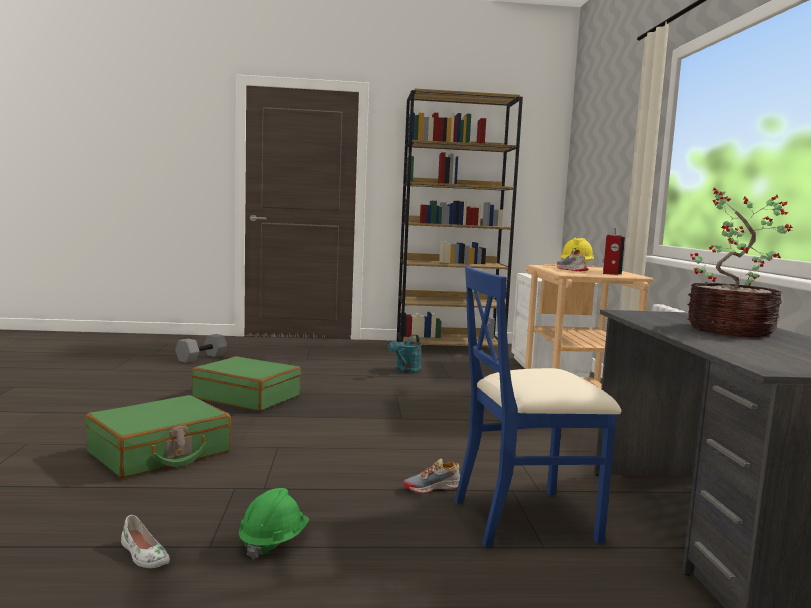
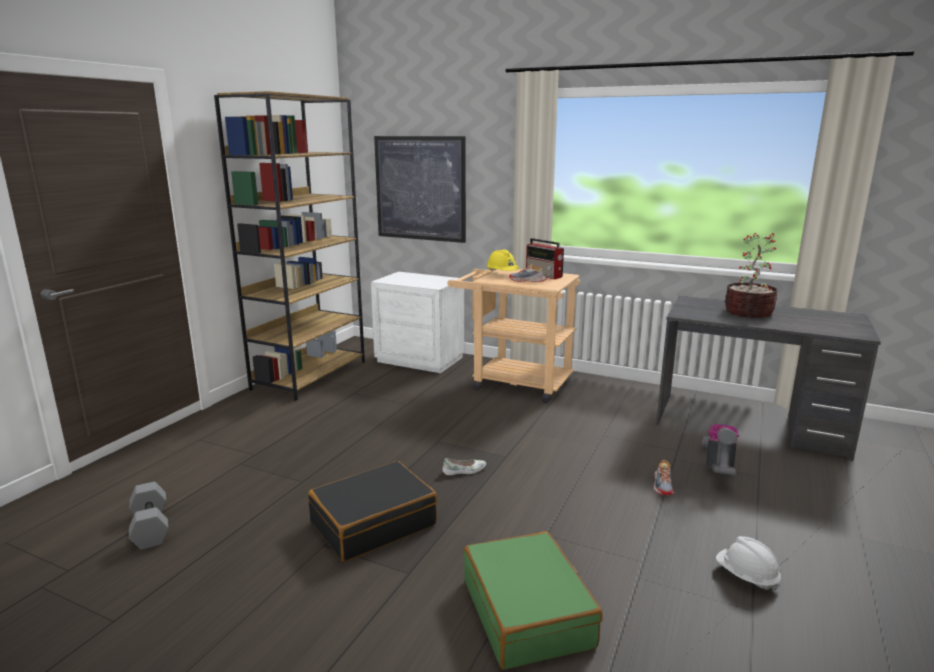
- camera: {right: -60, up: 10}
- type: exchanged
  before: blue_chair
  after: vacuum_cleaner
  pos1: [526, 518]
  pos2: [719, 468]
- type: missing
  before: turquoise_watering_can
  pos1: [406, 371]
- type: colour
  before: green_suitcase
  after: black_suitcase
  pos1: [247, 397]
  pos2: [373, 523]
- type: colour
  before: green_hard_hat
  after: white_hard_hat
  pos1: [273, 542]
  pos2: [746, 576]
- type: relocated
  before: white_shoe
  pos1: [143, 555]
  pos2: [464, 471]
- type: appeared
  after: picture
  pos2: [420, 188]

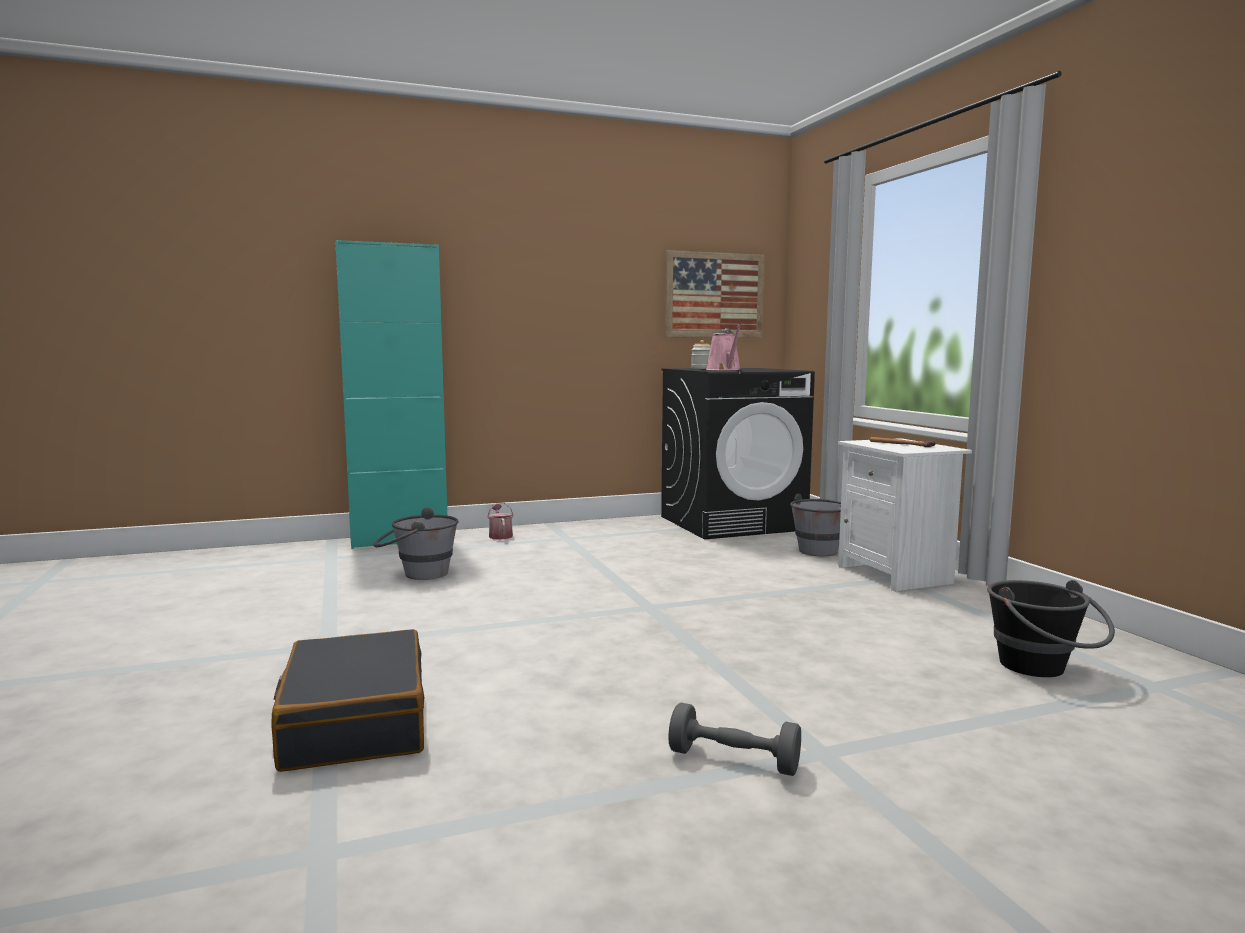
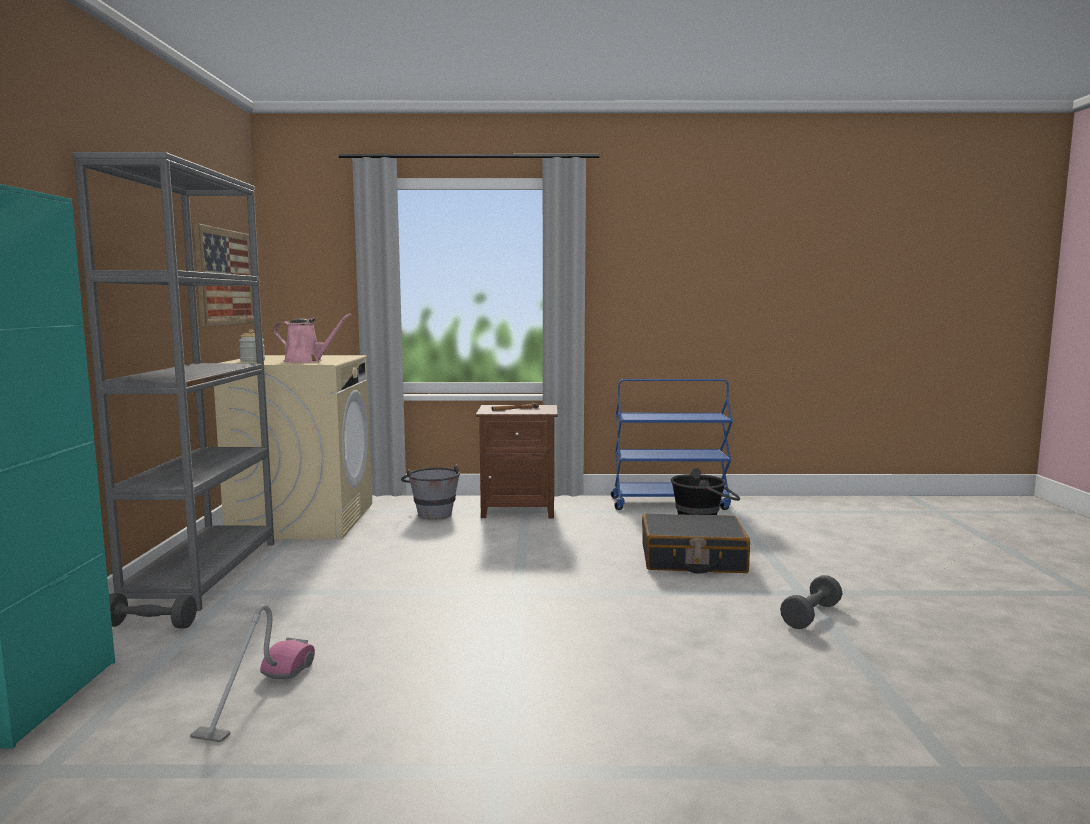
- camera: {right: -70, up: 0}
- type: colour
  before: black_washing_machine
  after: beige_washing_machine
  pos1: [732, 523]
  pos2: [303, 520]
- type: colour
  before: white_nightstand
  after: brown_nightstand
  pos1: [896, 575]
  pos2: [518, 509]
- type: exchanged
  before: watering_can
  after: grey_dumbbell
  pos1: [500, 535]
  pos2: [150, 625]
- type: exchanged
  before: grey_bucket
  after: vacuum_cleaner
  pos1: [417, 574]
  pos2: [258, 696]
- type: relocated
  before: black_suitcase
  pos1: [354, 722]
  pos2: [692, 559]
- type: appeared
  after: grey_bookcase
  pos2: [204, 573]
- type: appeared
  after: blue_cart
  pos2: [670, 503]

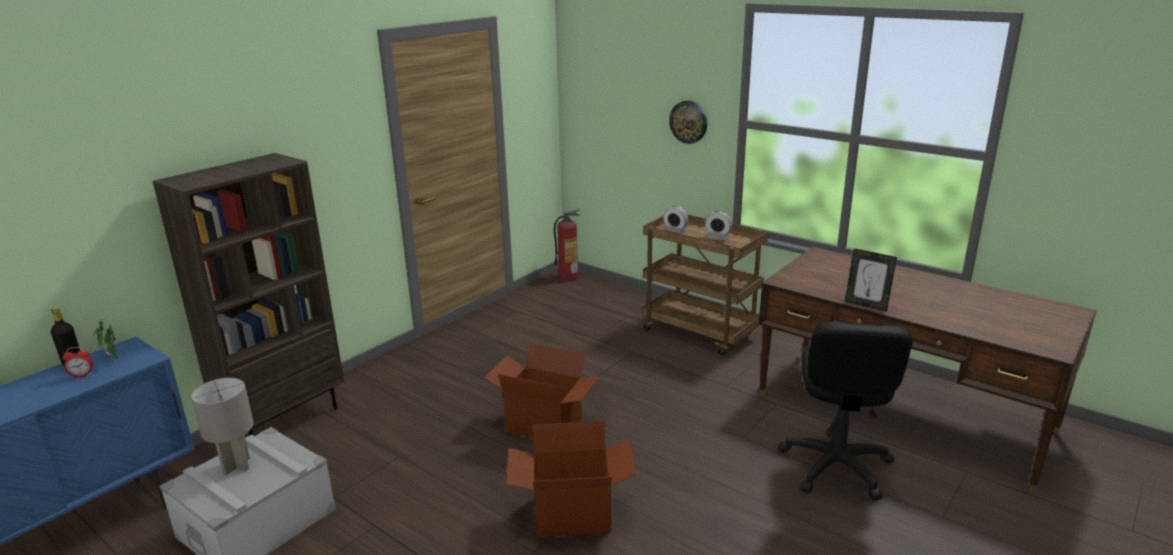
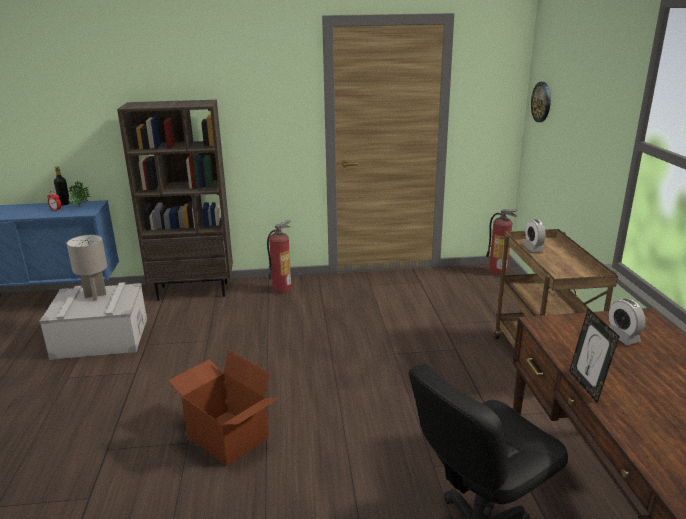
- camera: {right: 45, up: 0}
- type: relocated
  before: wall_clock
  pos1: [688, 122]
  pos2: [541, 102]
- type: relocated
  before: alarm_clock
  pos1: [717, 238]
  pos2: [622, 337]
- type: missing
  before: cardboard_box
  pos1: [545, 423]
- type: appeared
  after: fire_extinguisher
  pos2: [282, 290]

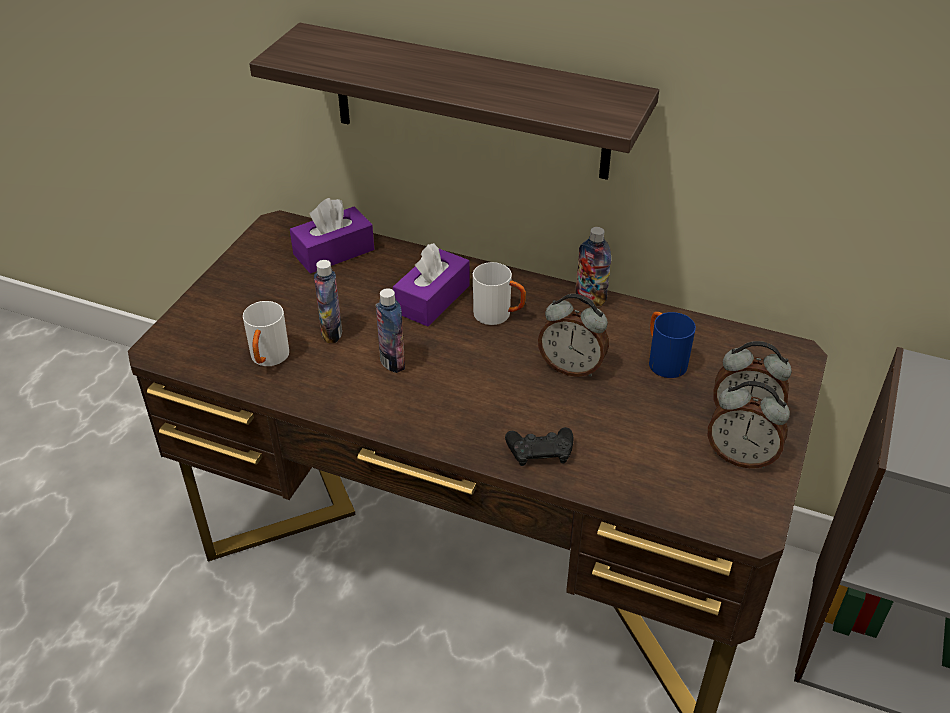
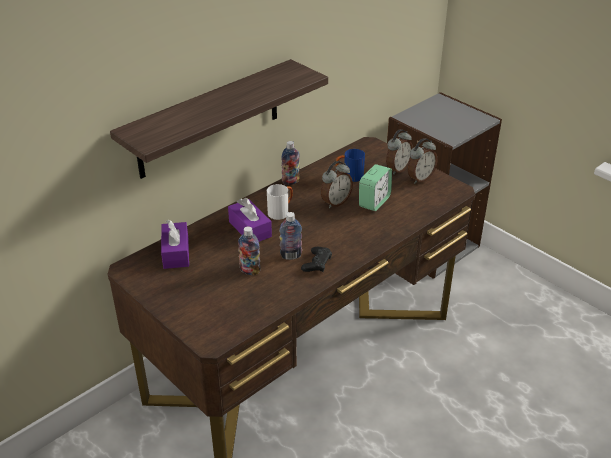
- camera: {right: -65, up: -5}
- type: missing
  before: white_mug
  pos1: [268, 360]
- type: relocated
  before: black_game_controller
  pos1: [540, 451]
  pos2: [317, 263]
- type: appeared
  after: alarm_clock
  pos2: [374, 202]

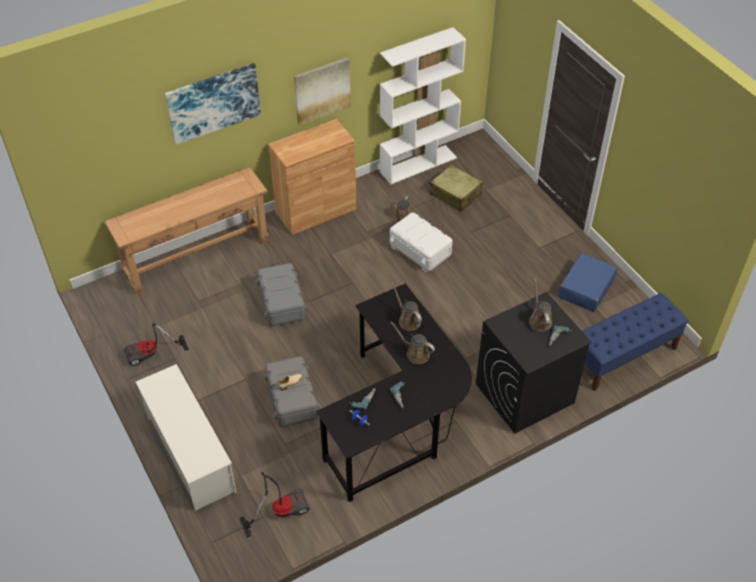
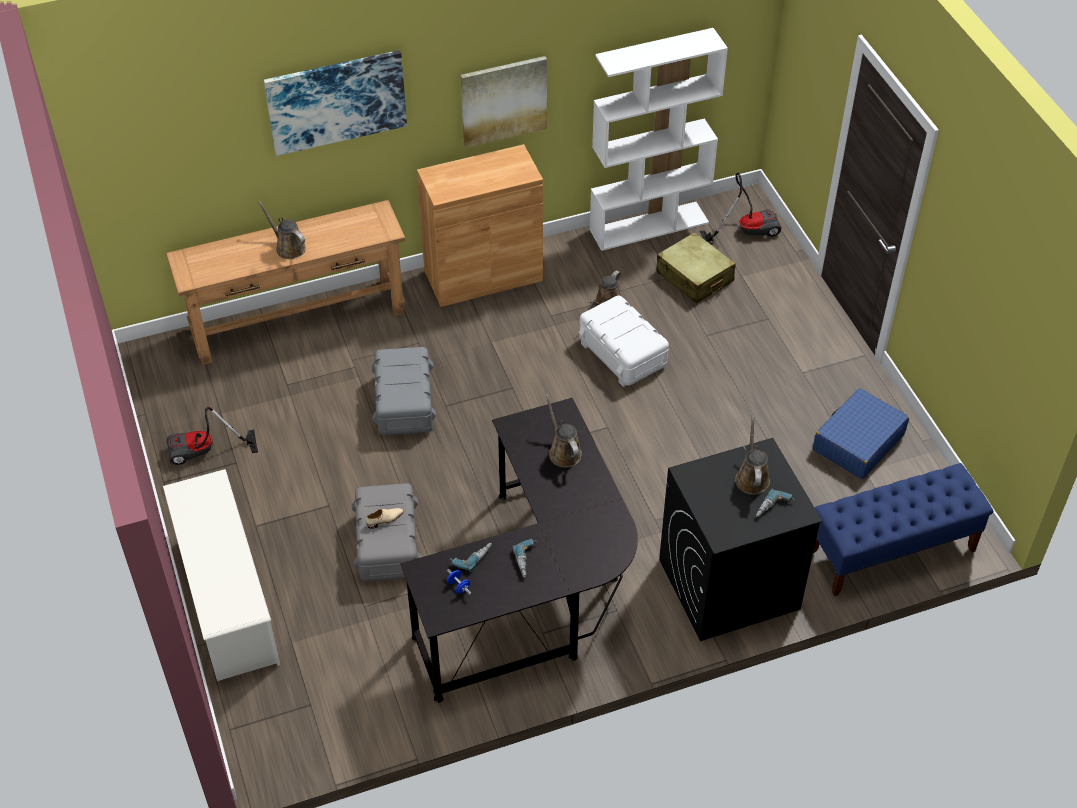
- camera: {right: 10, up: 0}
- type: relocated
  before: brown_watering_can
  pos1: [415, 353]
  pos2: [288, 247]
- type: relocated
  before: vacuum_cleaner
  pos1: [280, 510]
  pos2: [746, 230]

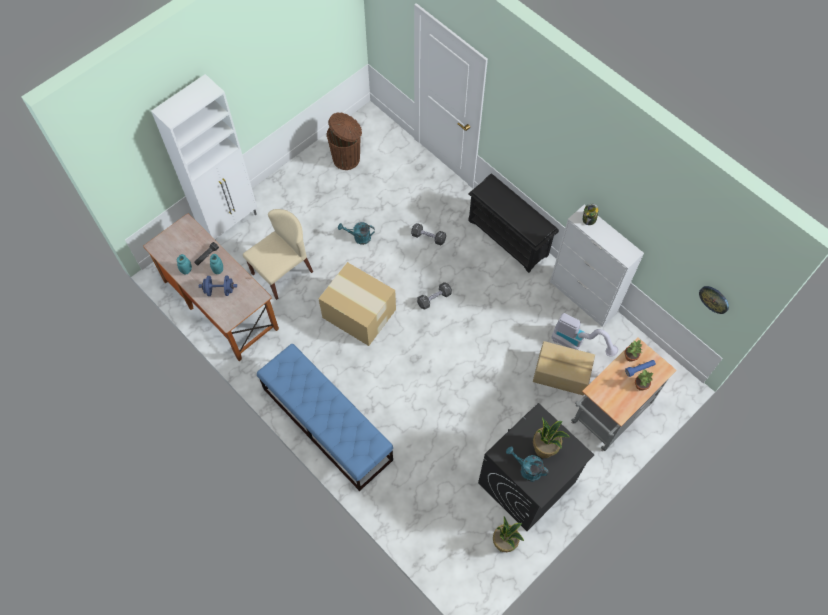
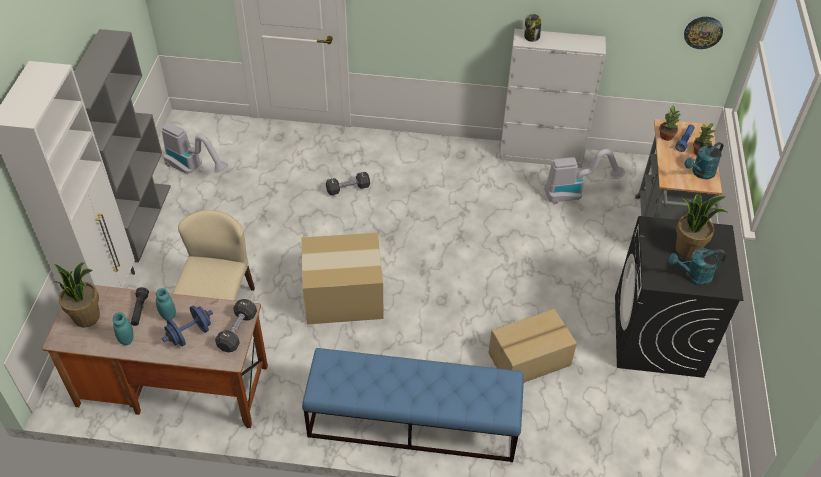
- camera: {right: -40, up: -15}
- type: exchanged
  before: brown_trash_can
  after: vacuum_cleaner
  pos1: [347, 158]
  pos2: [194, 168]
- type: missing
  before: black_shoe_rack
  pos1: [509, 238]
- type: relocated
  before: turquoise_watering_can
  pos1: [359, 237]
  pos2: [700, 173]
- type: relocated
  before: black_dumbbell
  pos1: [434, 298]
  pos2: [237, 331]
- type: relocated
  before: cardboard_box
  pos1: [561, 374]
  pos2: [530, 360]
- type: relocated
  before: potted_plant
  pos1: [504, 542]
  pos2: [87, 317]
- type: appeared
  after: grey_bookcase
  pos2: [140, 221]

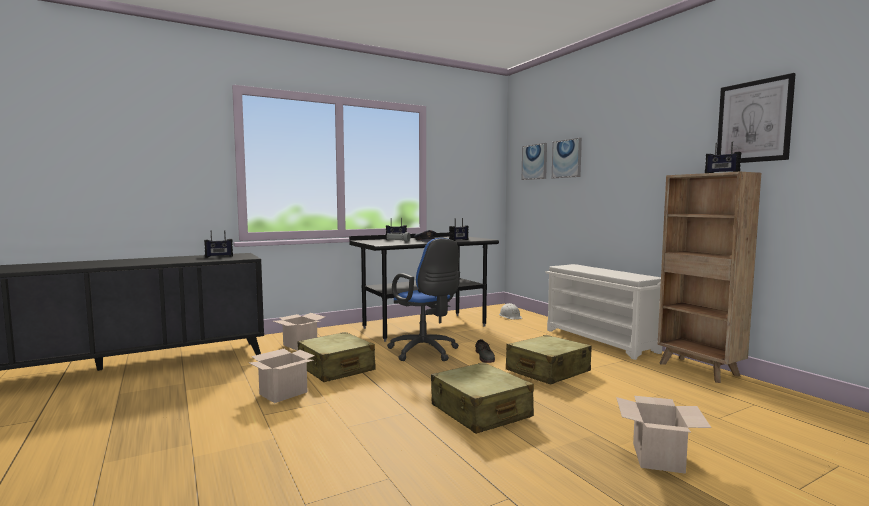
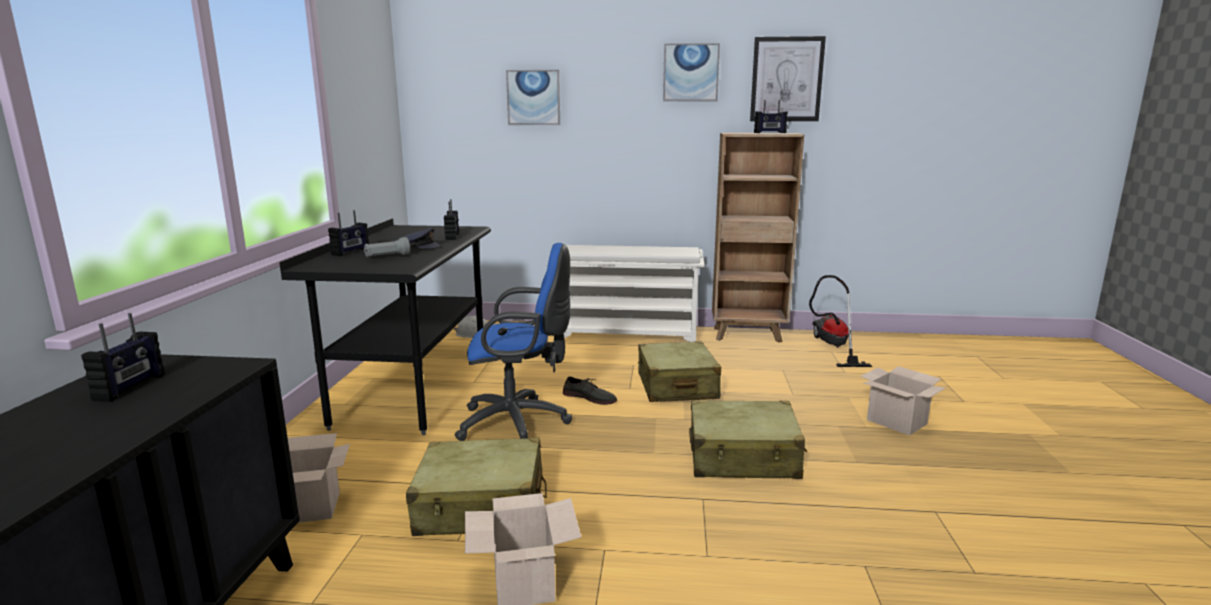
- camera: {right: -55, up: 10}
- type: relocated
  before: picture
  pos1: [534, 162]
  pos2: [690, 72]
- type: appeared
  after: vacuum_cleaner
  pos2: [832, 346]

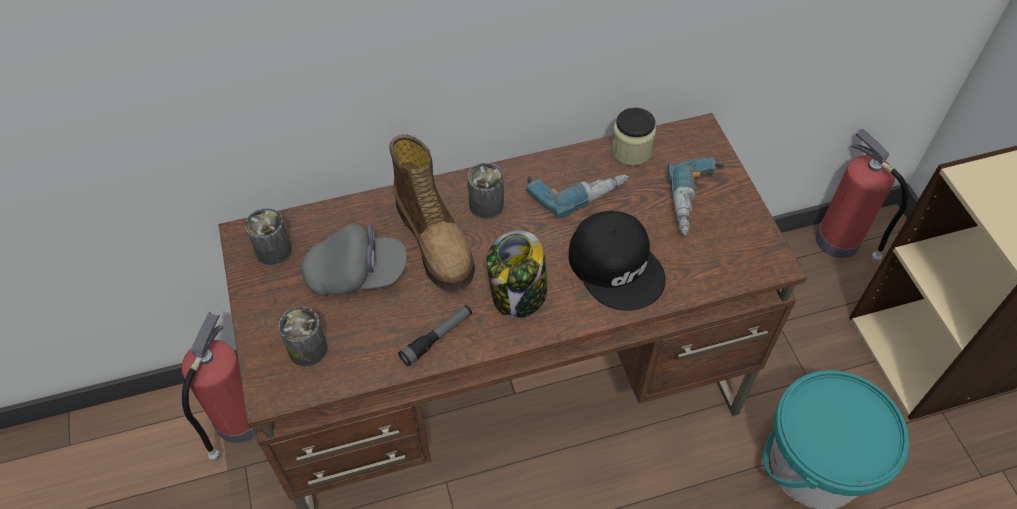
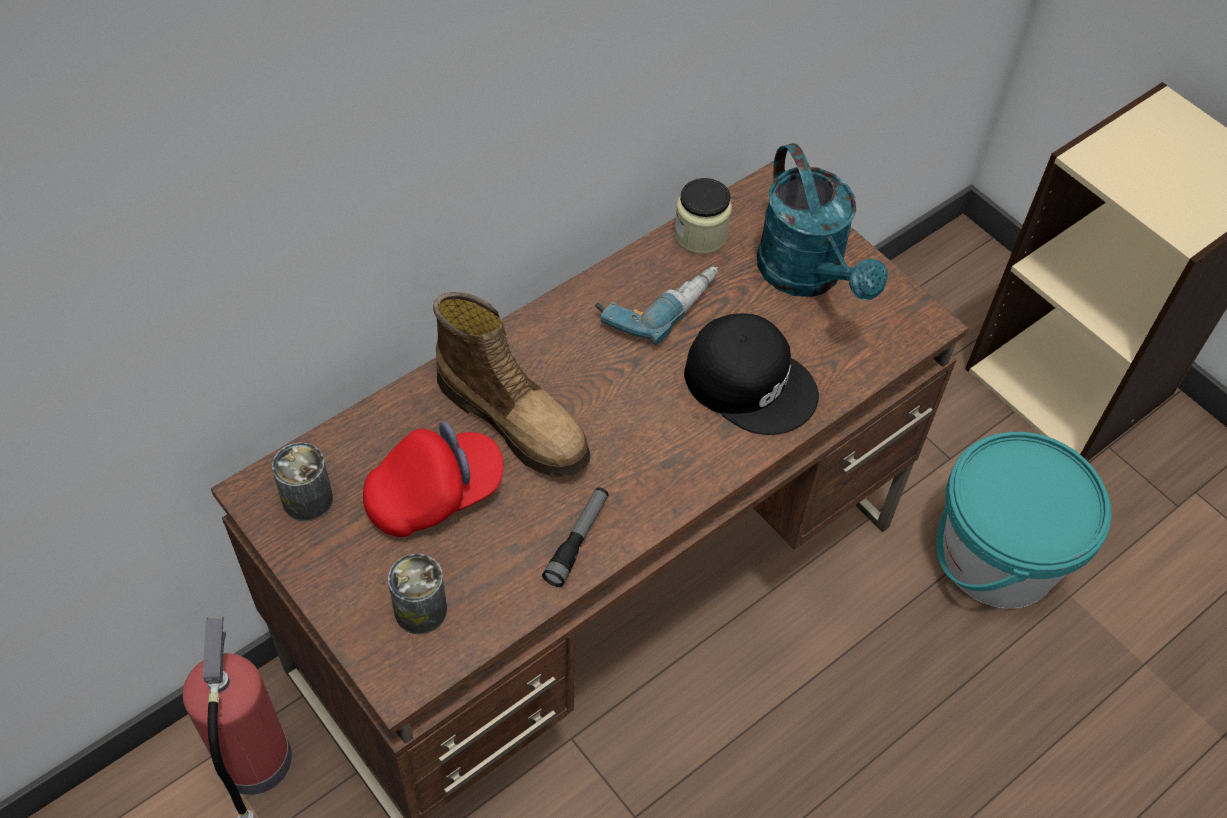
- camera: {right: -25, up: 0}
- type: missing
  before: fire_extinguisher
  pos1: [840, 241]
- type: exchanged
  before: power_drill
  after: turquoise_watering_can
  pos1: [697, 202]
  pos2: [808, 276]
- type: missing
  before: can
  pos1: [486, 205]
- type: colour
  before: grey_cap
  after: red_cap
  pos1: [356, 274]
  pos2: [434, 495]
- type: missing
  before: jar
  pos1: [518, 295]

